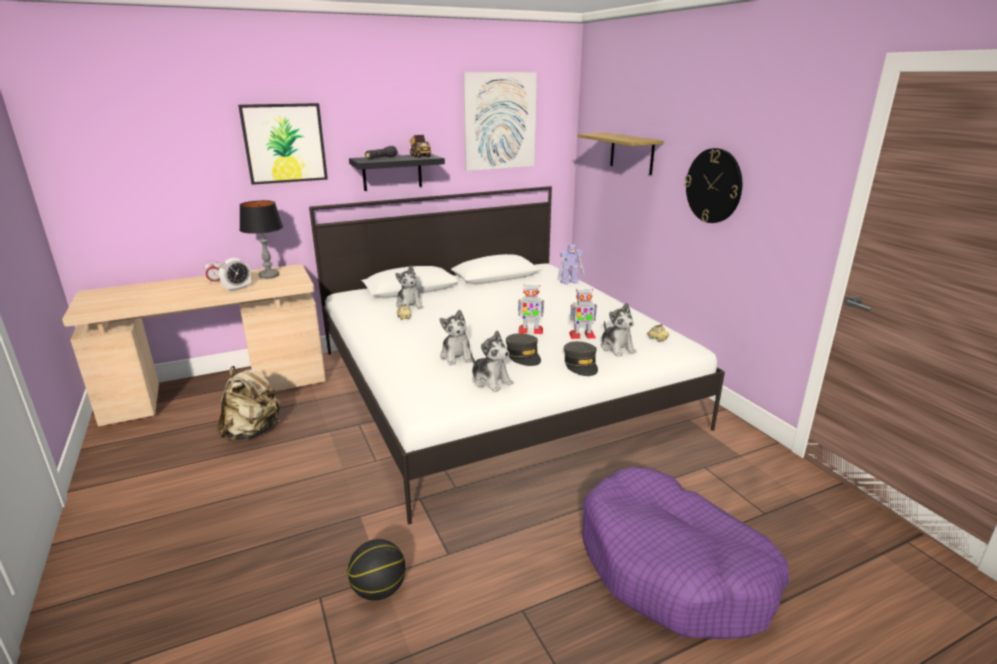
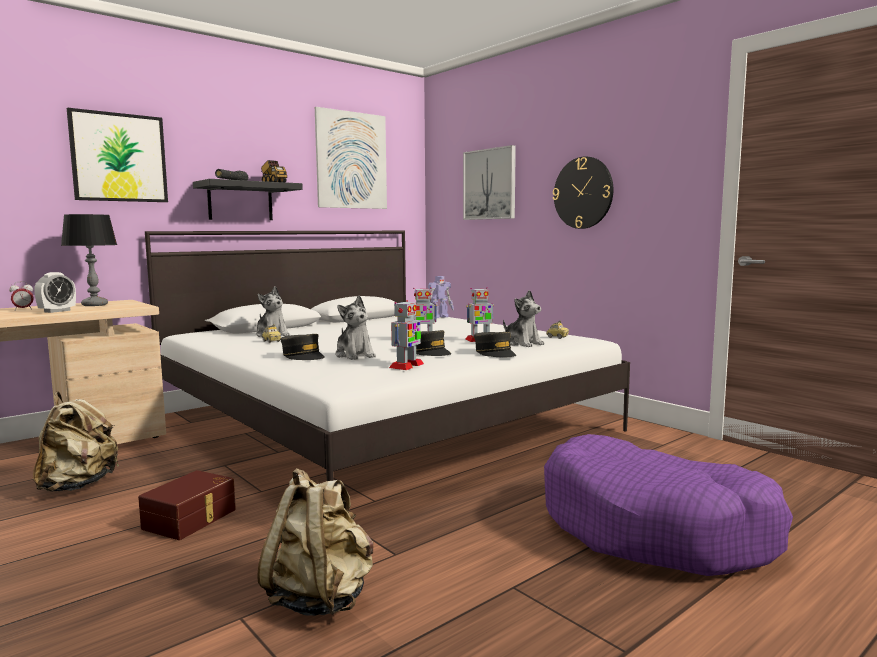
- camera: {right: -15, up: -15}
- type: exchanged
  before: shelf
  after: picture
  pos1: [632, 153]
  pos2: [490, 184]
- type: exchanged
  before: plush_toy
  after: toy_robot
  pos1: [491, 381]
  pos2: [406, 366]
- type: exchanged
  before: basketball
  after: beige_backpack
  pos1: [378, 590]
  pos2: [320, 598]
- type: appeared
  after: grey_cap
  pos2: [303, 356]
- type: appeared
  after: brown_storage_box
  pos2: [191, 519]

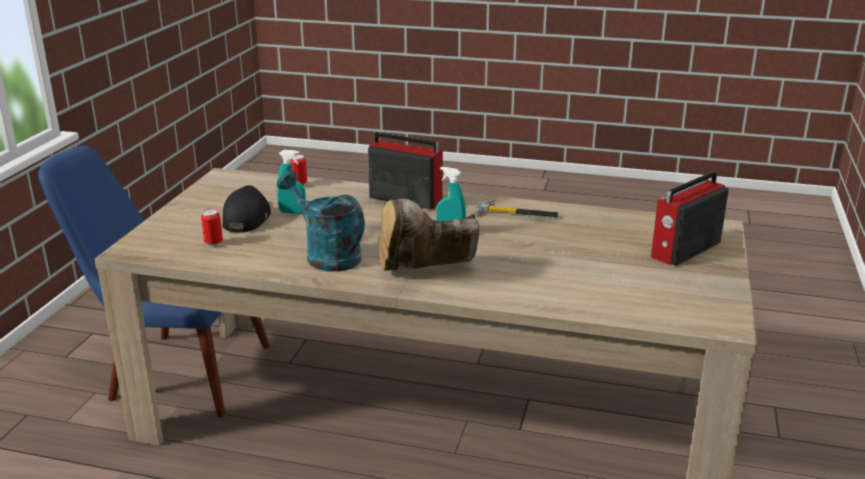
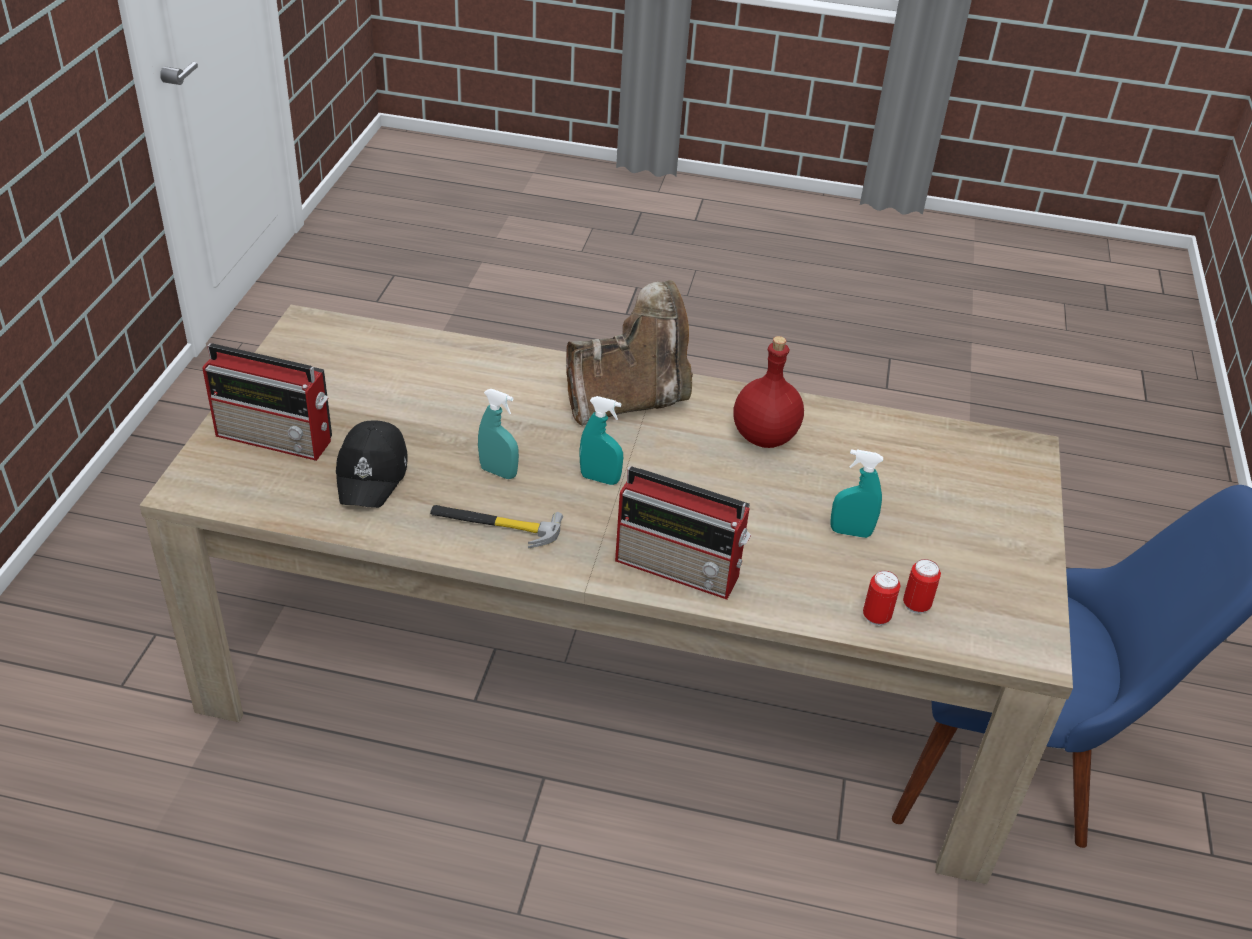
- camera: {right: 175, up: 15}
- type: exchanged
  before: turquoise_watering_can
  after: red_bottle
  pos1: [326, 255]
  pos2: [763, 436]
- type: spun
  before: radio
  pos1: [684, 250]
  pos2: [277, 438]
  turn: 60
- type: relocated
  before: black_cap
  pos1: [247, 218]
  pos2: [373, 473]
- type: relocated
  before: can
  pos1: [213, 243]
  pos2: [916, 605]
- type: appeared
  after: turquoise_spray_bottle
  pos2: [498, 472]

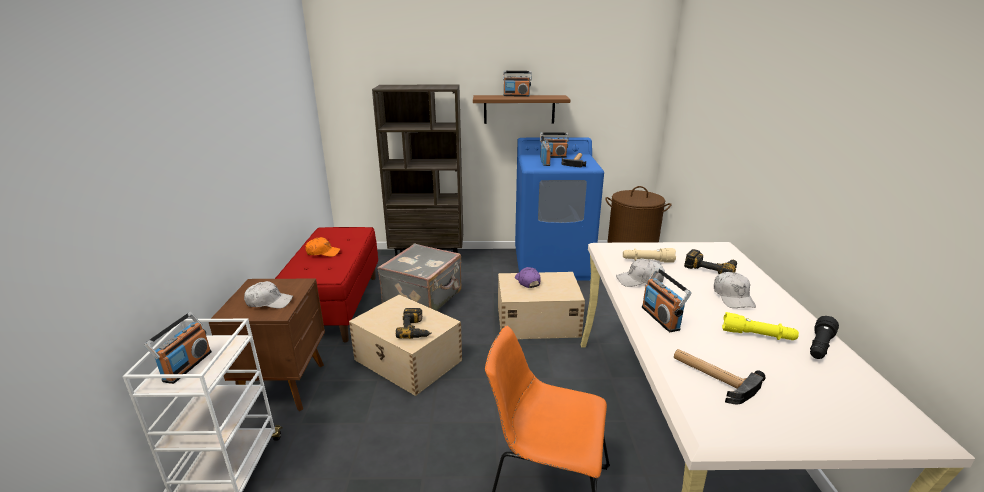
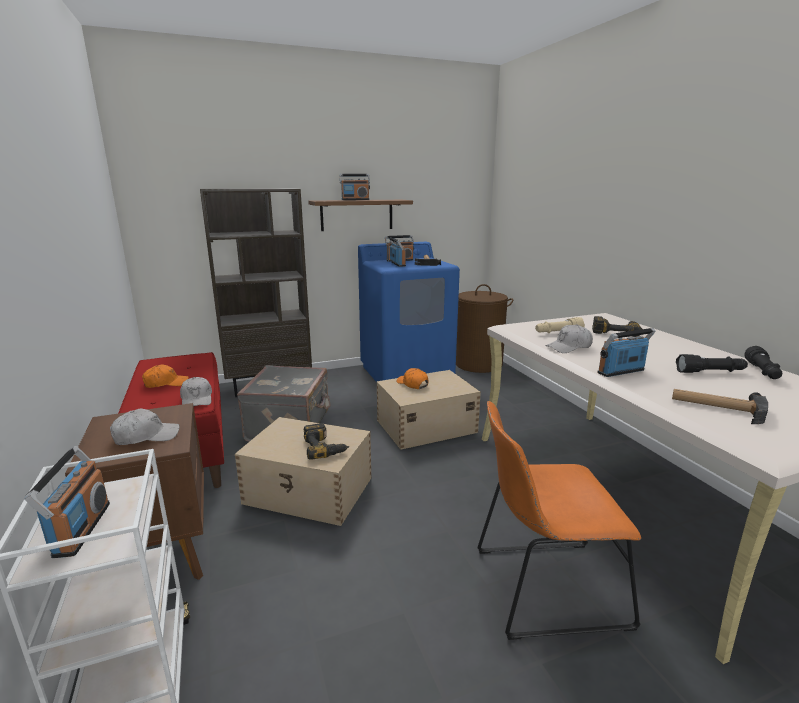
- camera: {right: -20, up: -5}
- type: colour
  before: purple_cap
  after: orange_cap
  pos1: [527, 281]
  pos2: [412, 384]
- type: spun
  before: radio
  pos1: [660, 318]
  pos2: [621, 372]
  turn: 105
- type: relocated
  before: white_cap
  pos1: [732, 297]
  pos2: [197, 399]
- type: colour
  before: yellow_flashlight
  after: black_flashlight
  pos1: [757, 335]
  pos2: [710, 372]

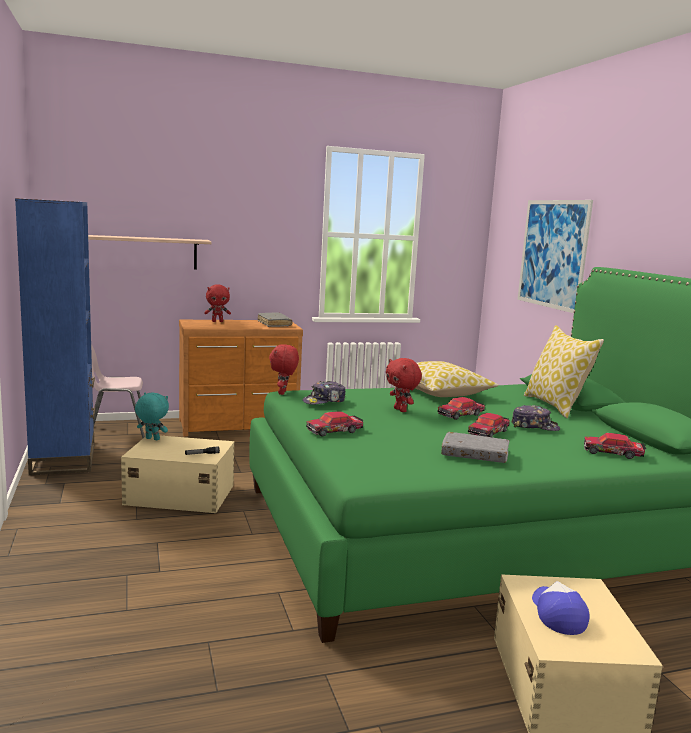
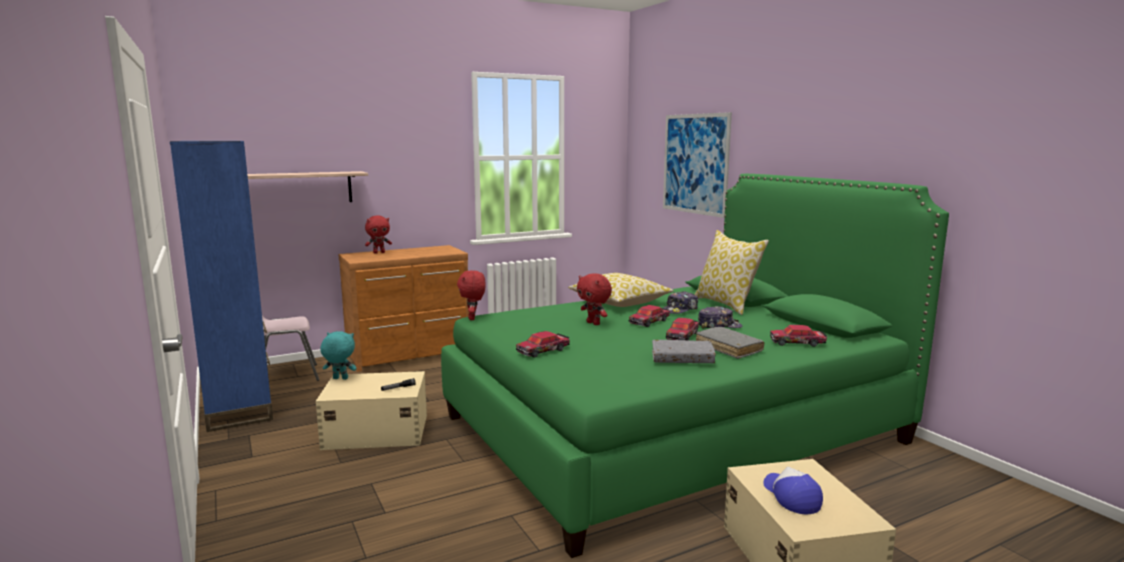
- camera: {right: -10, up: 0}
- type: relocated
  before: grey_book
  pos1: [274, 324]
  pos2: [728, 348]
- type: relocated
  before: cap
  pos1: [324, 401]
  pos2: [680, 310]

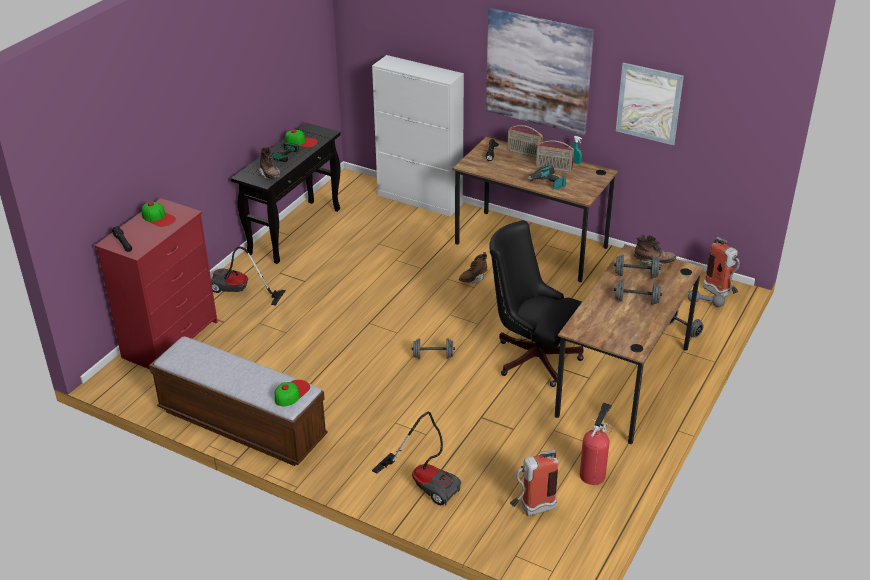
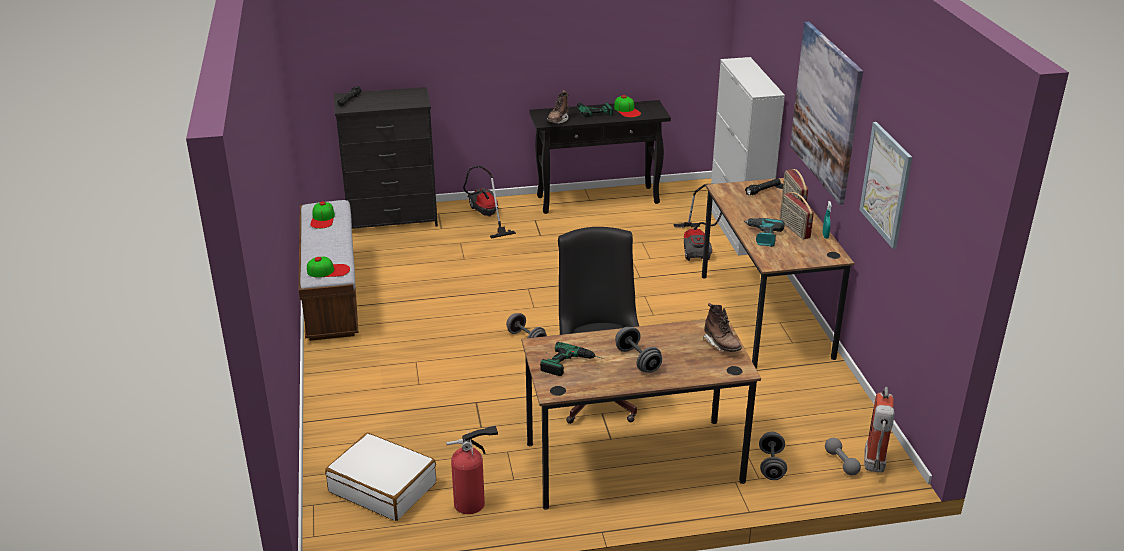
- camera: {right: 50, up: -5}
- type: colour
  before: red_dresser
  after: black_dresser
  pos1: [171, 339]
  pos2: [393, 219]
- type: relocated
  before: cap
  pos1: [158, 217]
  pos2: [323, 219]
- type: missing
  before: brown_boot
  pos1: [473, 278]
- type: missing
  before: grey_dumbbell
  pos1: [636, 275]
- type: relocated
  before: vacuum_cleaner
  pos1: [425, 482]
  pos2: [696, 246]
- type: exchanged
  before: fire_extinguisher
  after: white_suitcase
  pos1: [532, 509]
  pos2: [383, 487]
- type: appeared
  after: power_drill
  pos2: [572, 365]

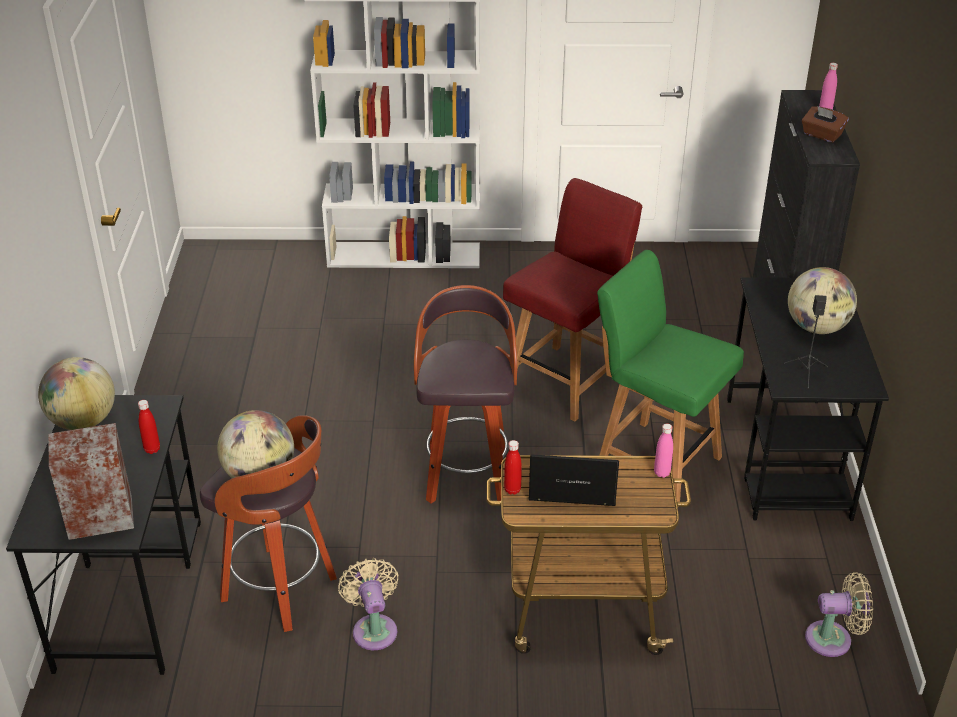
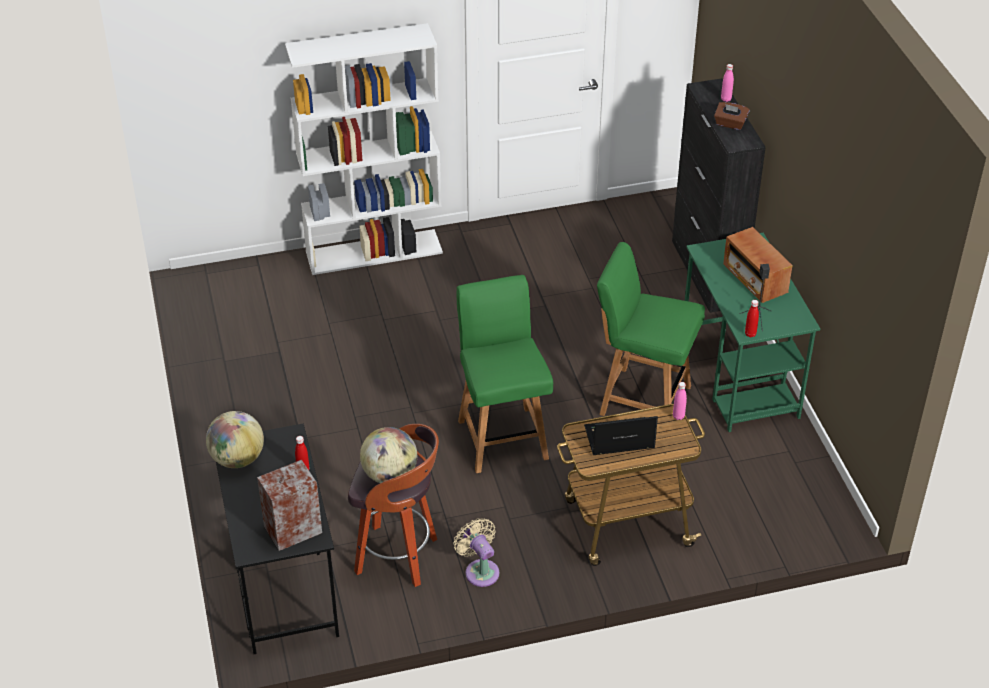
- camera: {right: -15, up: 5}
- type: missing
  before: red_chair
  pos1: [567, 381]
- type: exchanged
  before: globe
  after: radio
  pos1: [817, 327]
  pos2: [754, 279]
- type: colour
  before: black_desk
  after: green_desk
  pos1: [787, 458]
  pos2: [739, 377]
- type: exchanged
  before: stool
  after: green_chair
  pos1: [466, 474]
  pos2: [502, 437]
- type: relocated
  before: red_bottle
  pos1: [512, 490]
  pos2: [750, 334]
- type: missing
  before: beige_fan
  pos1: [833, 639]

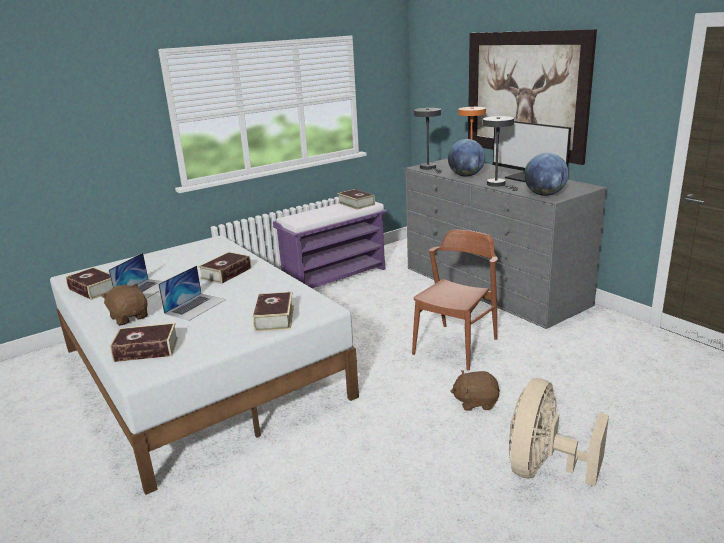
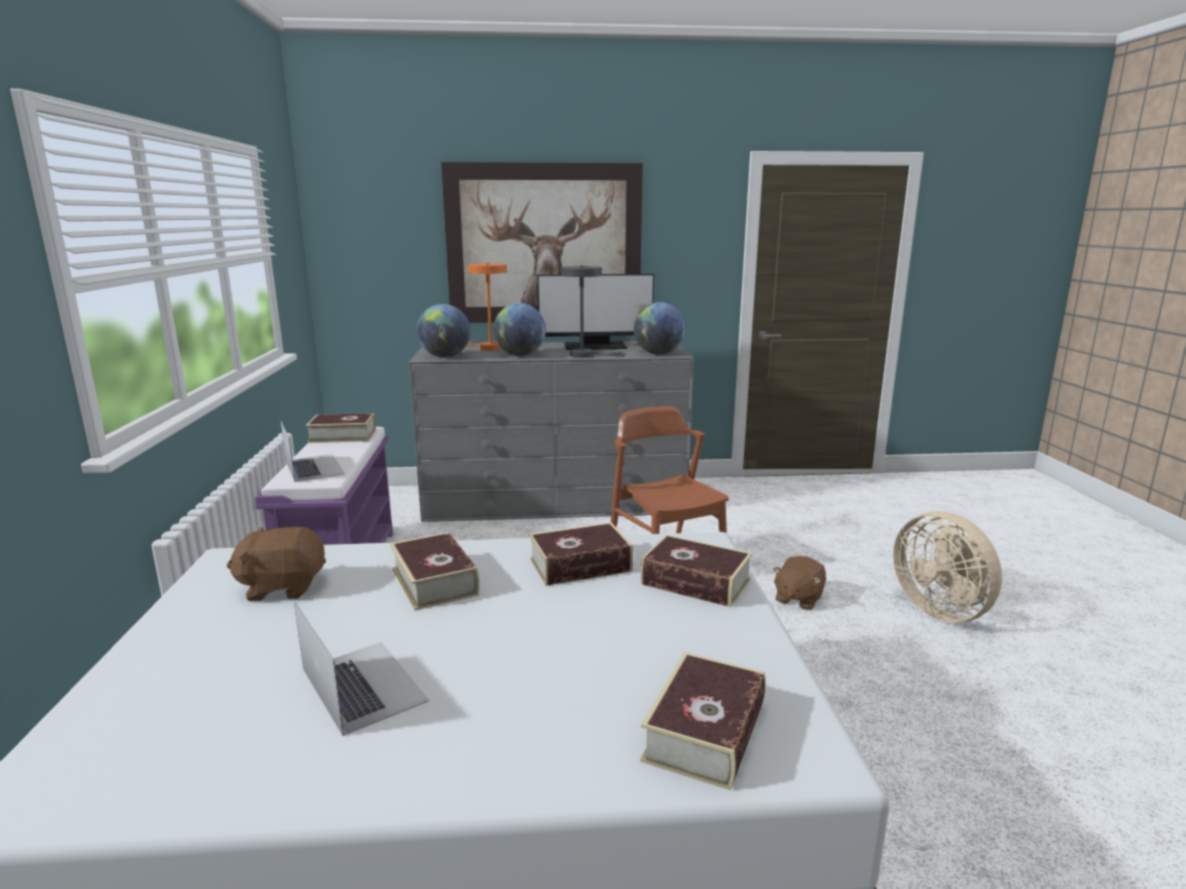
- camera: {right: -60, up: -5}
- type: exchanged
  before: grey_table_lamp
  after: globe
  pos1: [429, 168]
  pos2: [445, 356]
- type: relocated
  before: laptop
  pos1: [195, 306]
  pos2: [314, 467]
- type: relocated
  before: book
  pos1: [94, 289]
  pos2: [580, 565]
- type: relocated
  before: brown_plush_toy
  pos1: [130, 317]
  pos2: [283, 587]

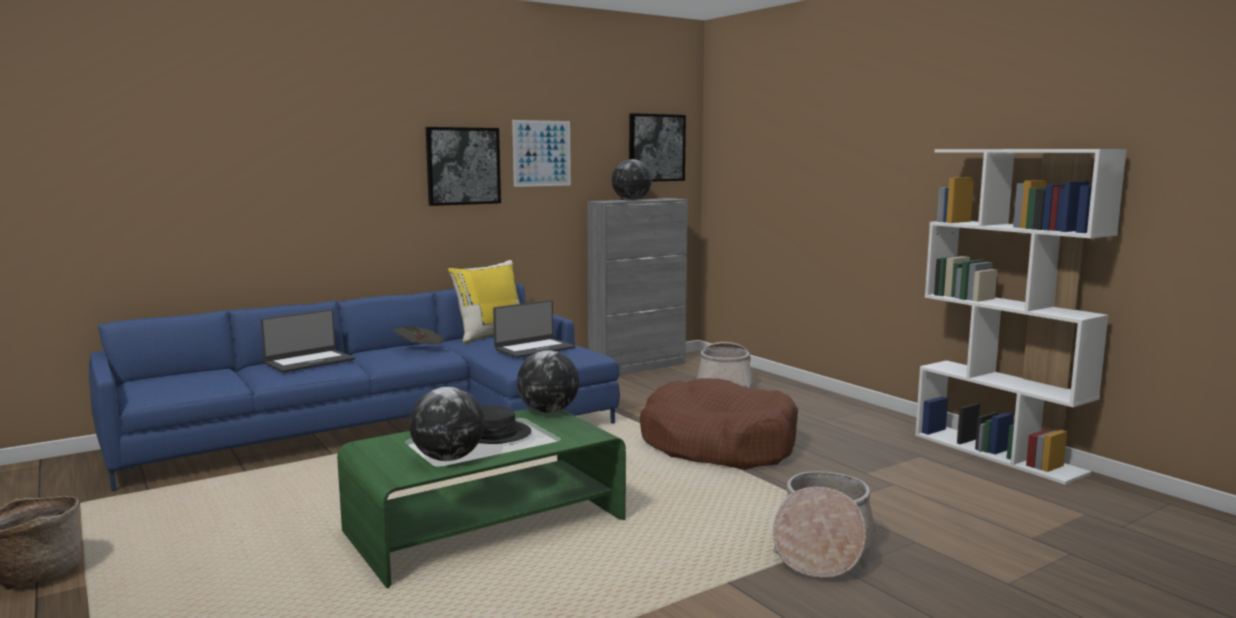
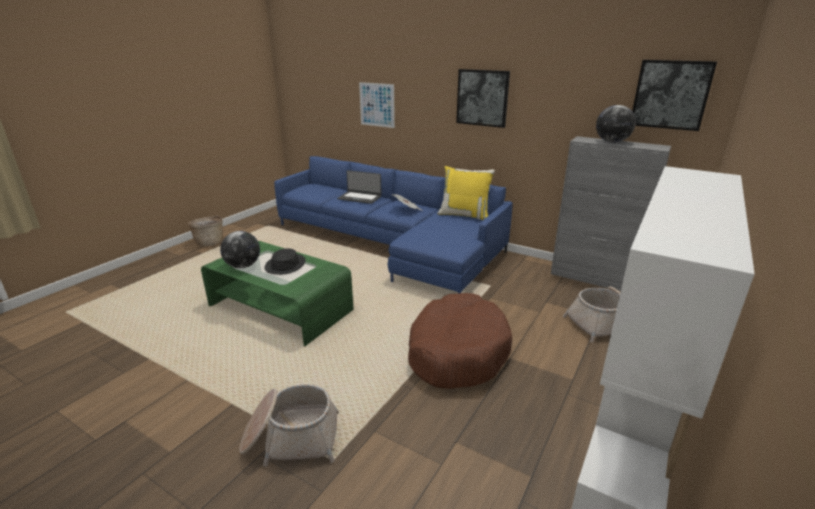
- camera: {right: 65, up: 15}
- type: relocated
  before: picture
  pos1: [542, 153]
  pos2: [377, 105]
- type: missing
  before: laptop
  pos1: [534, 349]
- type: missing
  before: globe
  pos1: [548, 411]

